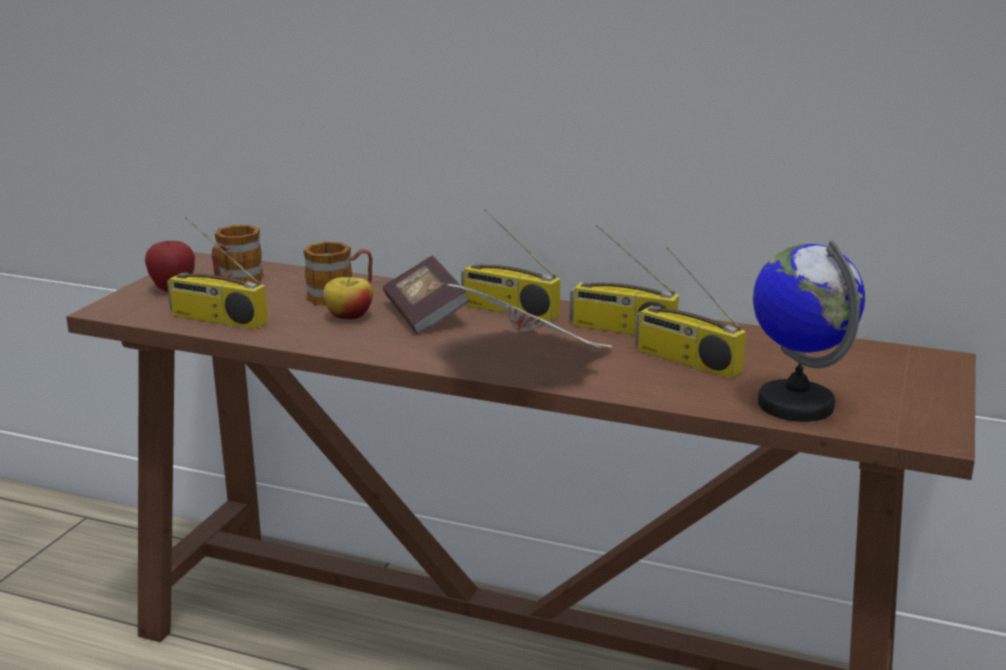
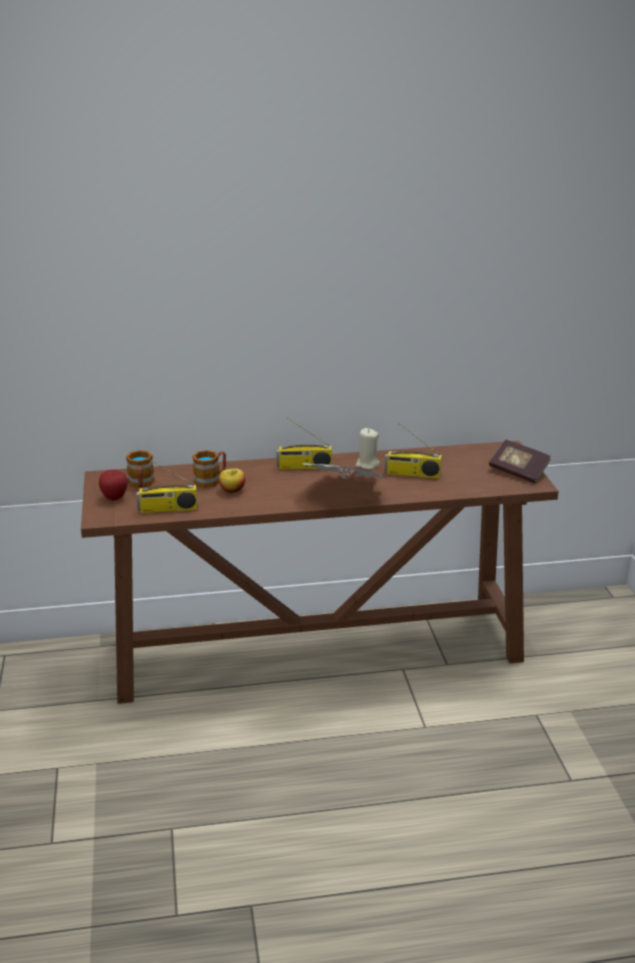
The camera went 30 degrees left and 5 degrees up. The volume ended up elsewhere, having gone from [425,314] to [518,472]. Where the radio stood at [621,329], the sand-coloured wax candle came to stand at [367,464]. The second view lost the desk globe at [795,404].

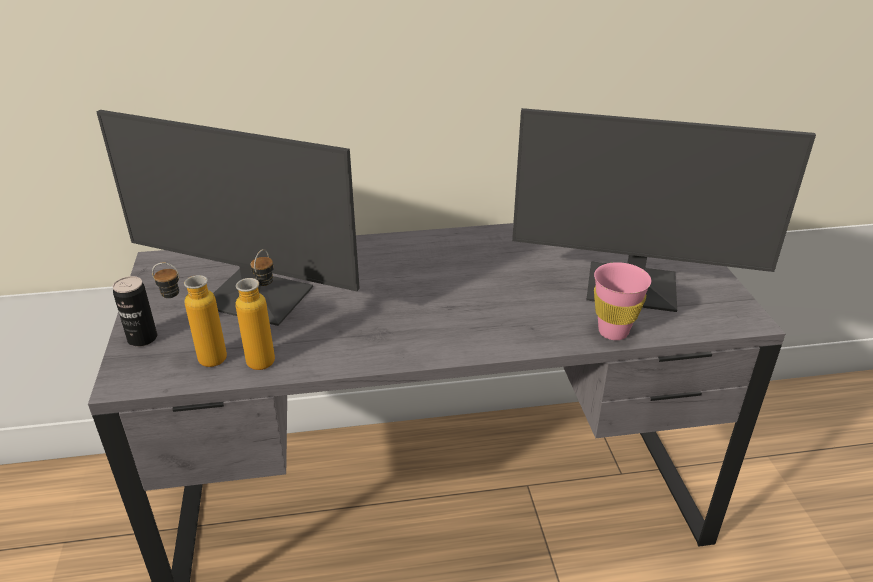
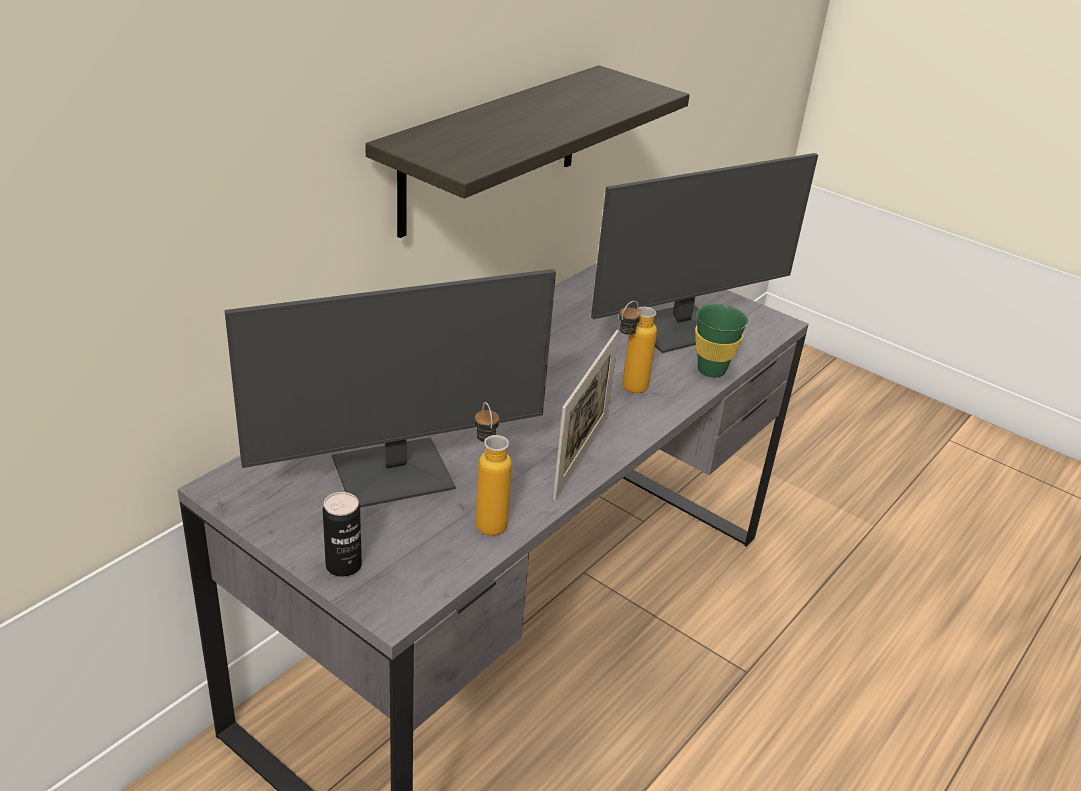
The camera went 45 degrees left and 0 degrees up. The beverage bottle ended up elsewhere, having gone from [200,359] to [627,391]. What was the pinkish drinking cup at [613,332] turned into the green-coloured drinking cup at [711,370]. The second view gained the wall shelf at [492,149]. The second view gained the photo frame at [581,456].

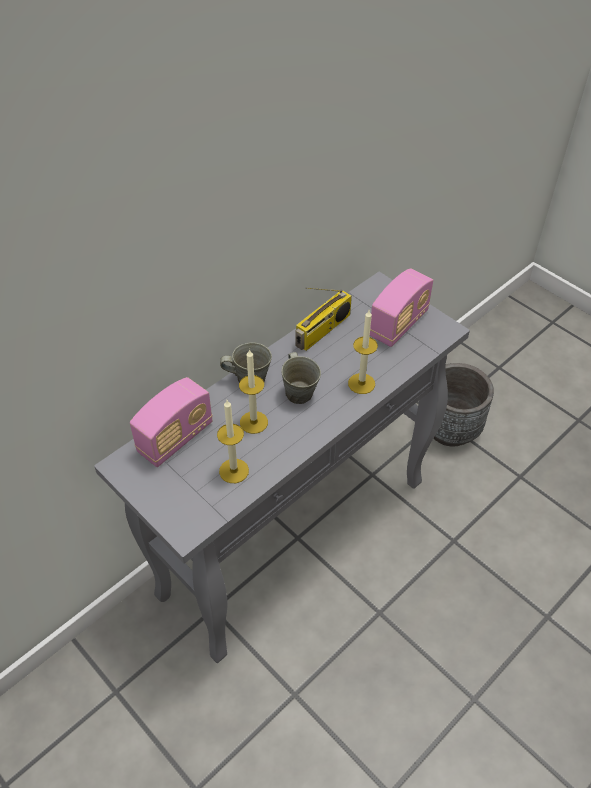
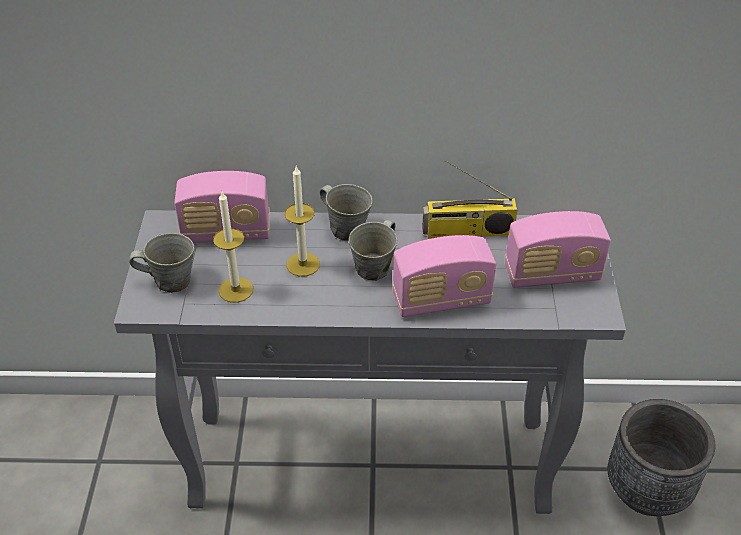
The camera went 45 degrees right and 5 degrees down. Where the wax candle stood at [361,383], the radio came to stand at [441,300]. The second view gained the greyish mug at [170,281].

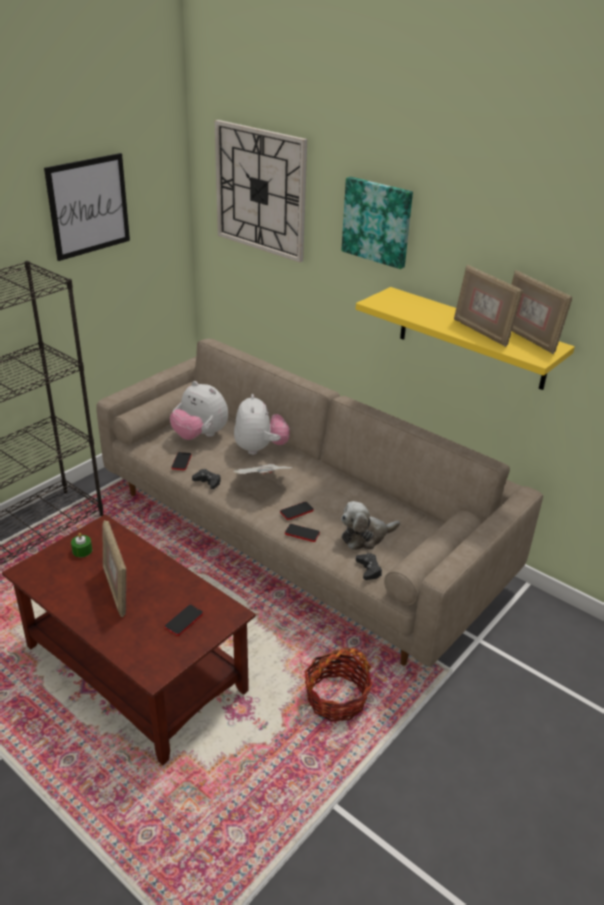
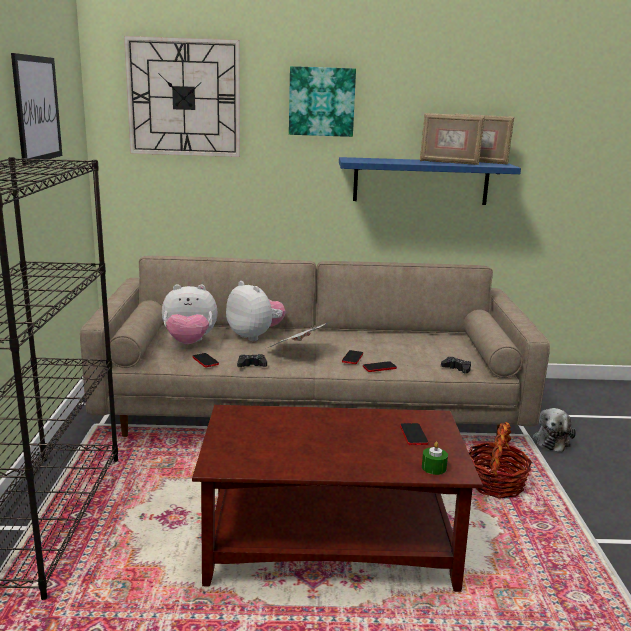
The camera went 40 degrees left and 15 degrees down. The green-coloured wax candle ended up elsewhere, having gone from [82,551] to [434,468]. The second view lost the photo frame at [117,590]. The plush toy ended up elsewhere, having gone from [365,537] to [552,440]. What was the yellow-coloured wall shelf at [472,338] turned into the blue wall shelf at [421,181].

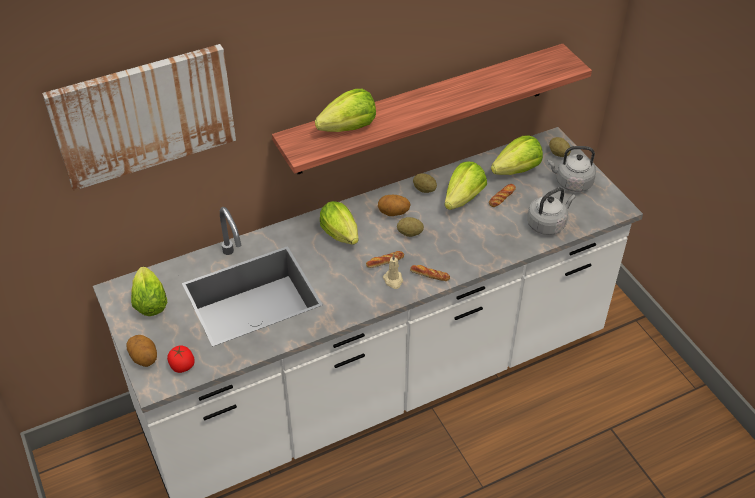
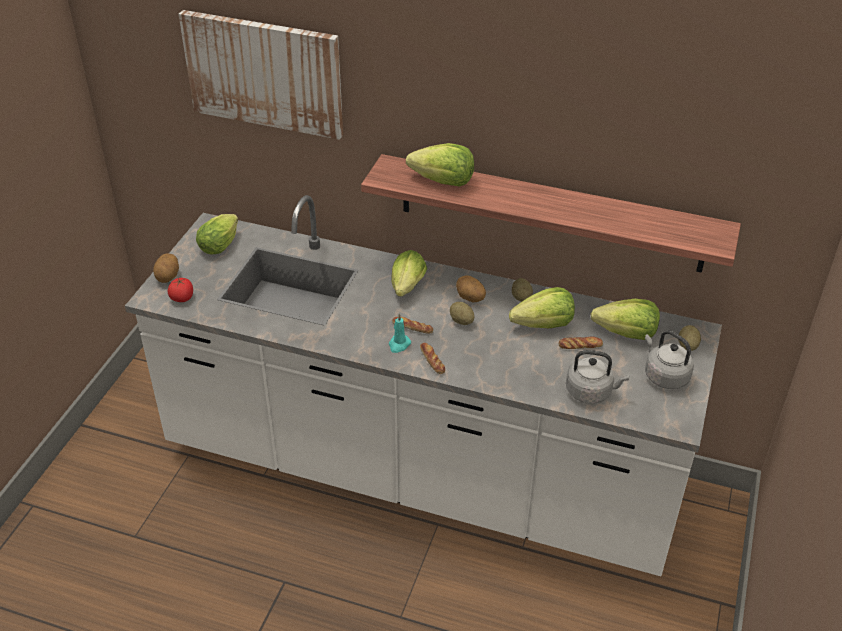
The camera went 45 degrees right and 5 degrees down. What was the sand-coloured wax candle at [393,280] turned into the blue-green wax candle at [399,345].

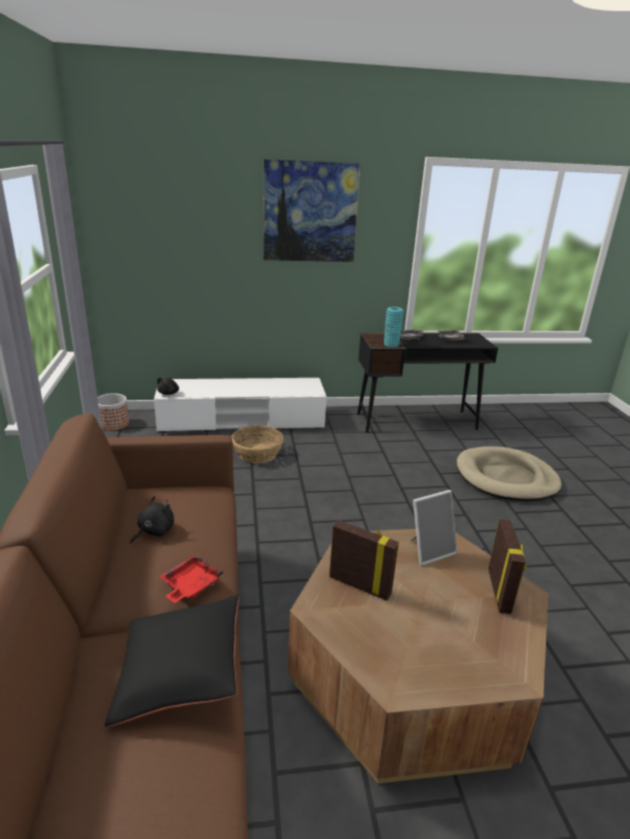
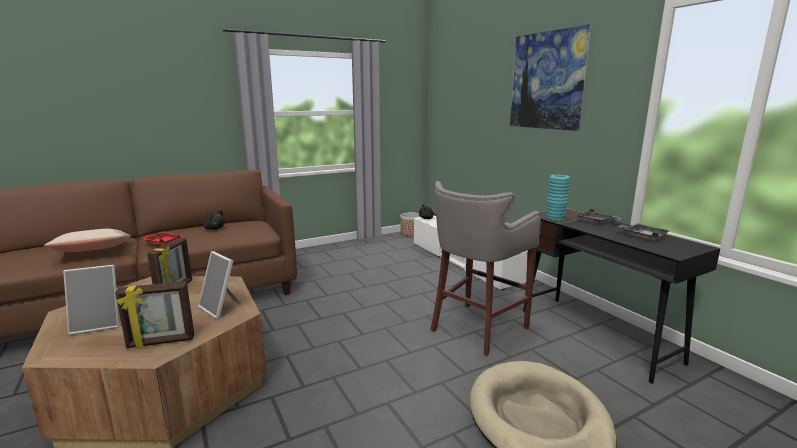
The camera went 70 degrees right and 10 degrees down. What was the blackish pillow at [179,672] turned into the sand-coloured pillow at [93,252]. The second view lost the basket at [258,453]. The second view gained the photo frame at [99,324]. The second view gained the greyish stool at [476,329].

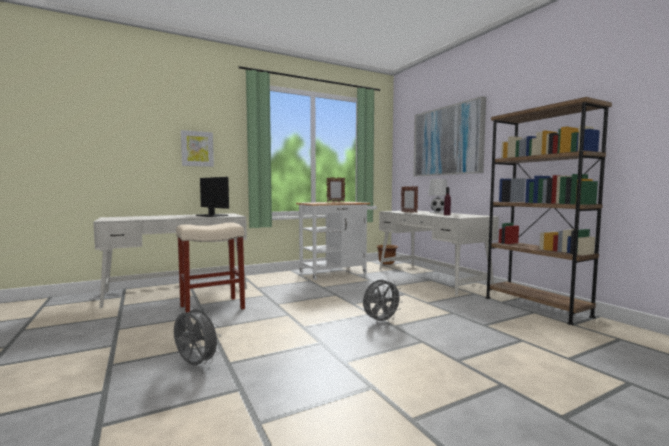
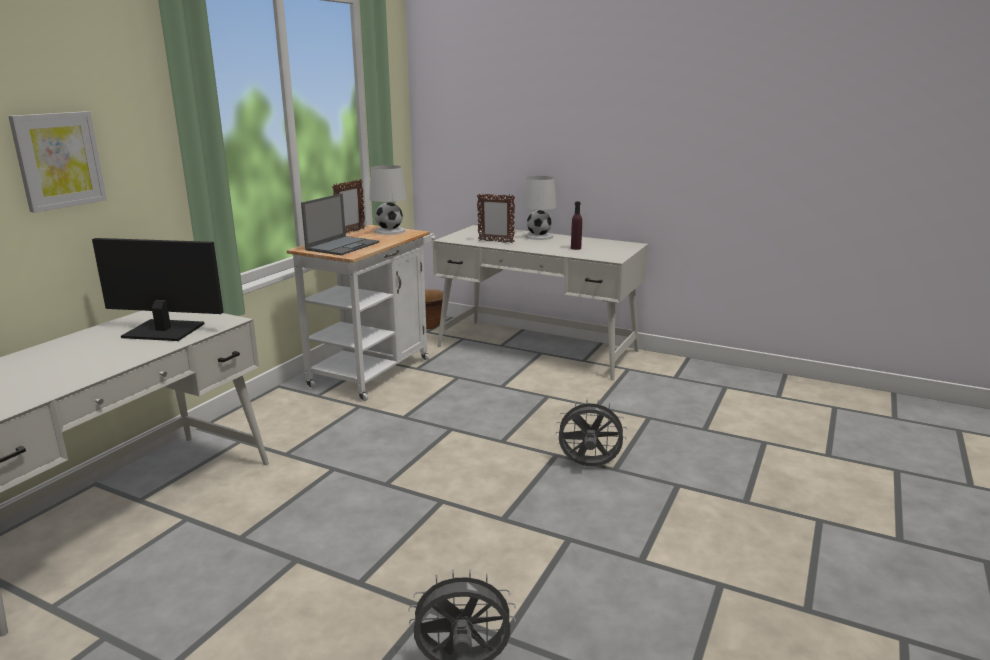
The camera went 35 degrees left and 15 degrees up. The second view lost the sand-coloured stool at [211,308]. The greyish fan at [381,321] ended up facing another way, 105 degrees counterclockwise from before. The second view lost the picture at [447,141]. The second view lost the brown bookcase at [535,307]. The second view gained the notebook computer at [343,246]. The second view gained the whitish lamp for a table at [389,231].

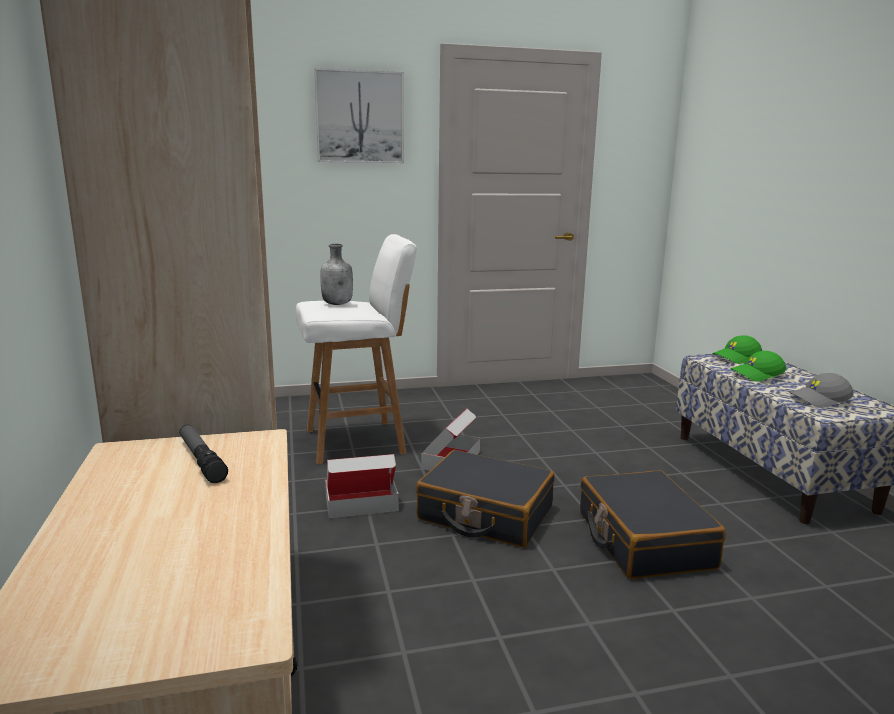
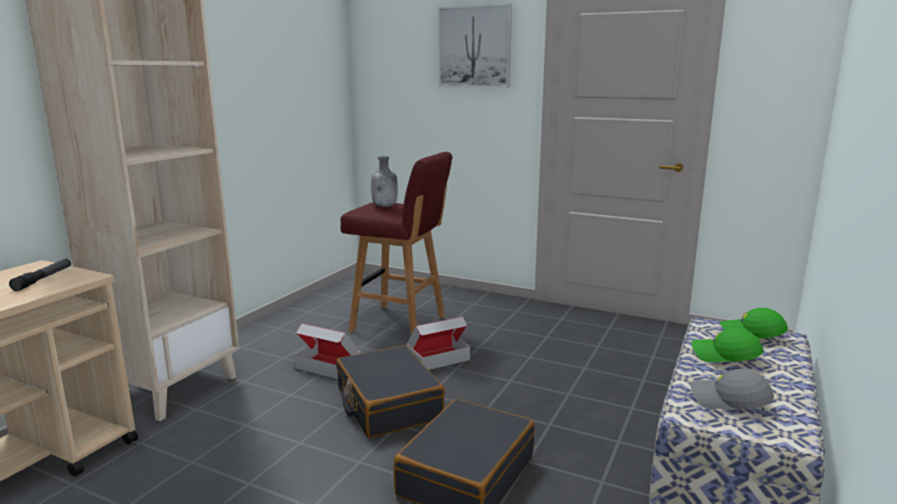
The camera went 40 degrees right and 0 degrees up. What was the whitish stool at [358,441] turned into the reddish stool at [400,324].

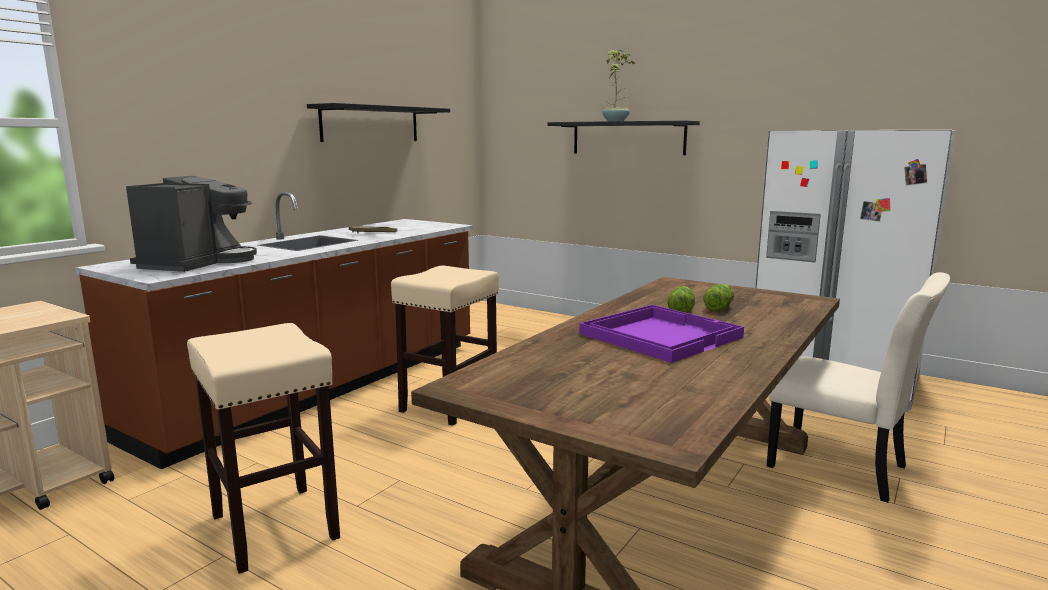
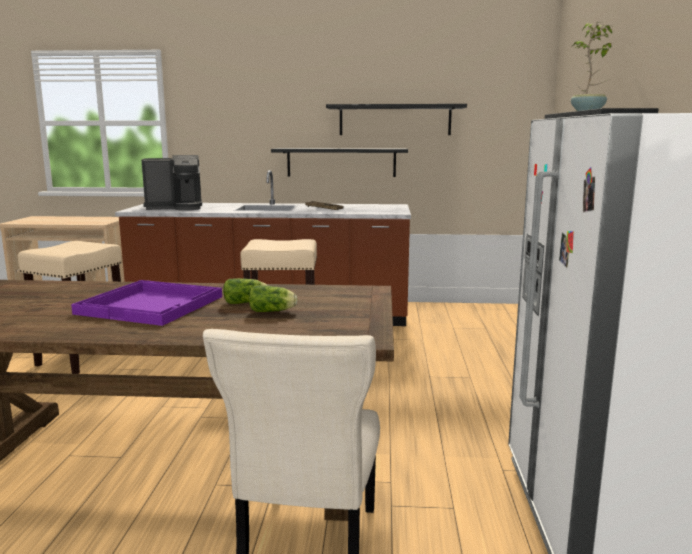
The camera went 60 degrees right and 0 degrees up. The second view gained the blackish wall shelf at [341,162].

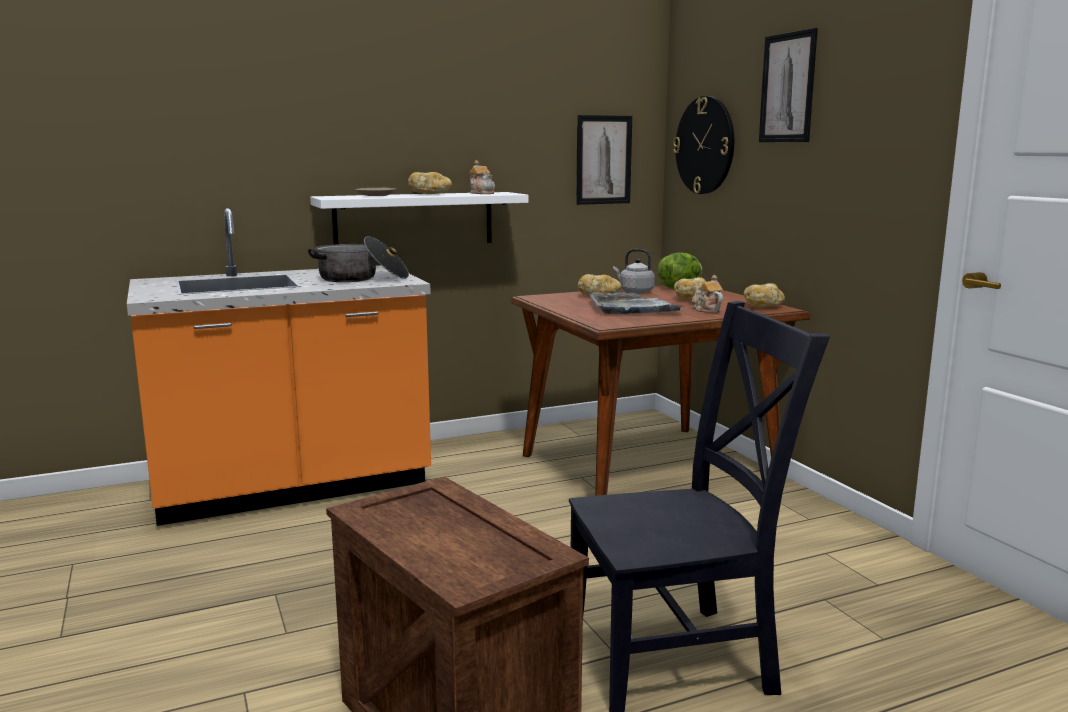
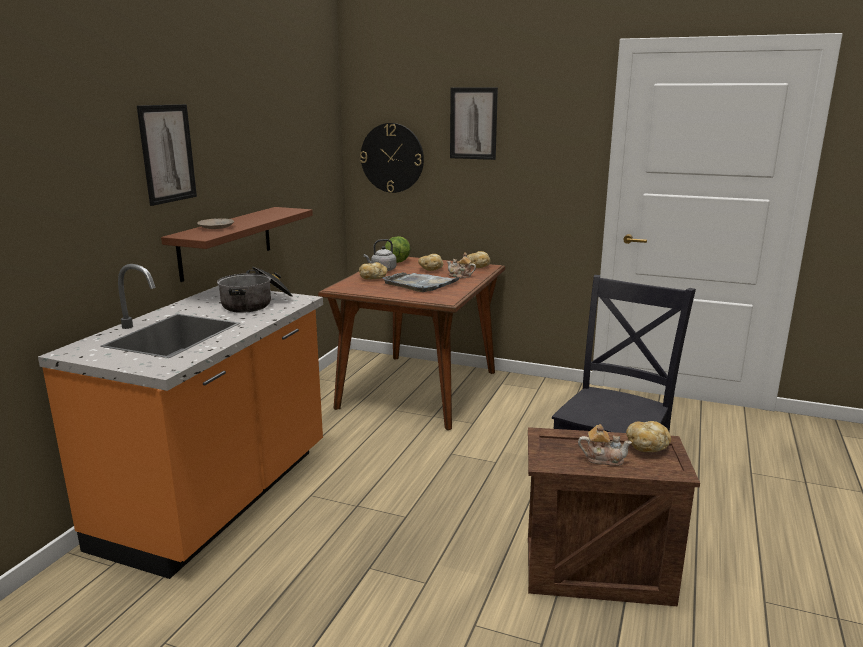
The camera went 45 degrees left and 5 degrees up. What was the whitish wall shelf at [414,220] turned into the brown wall shelf at [226,242]. The bakery bread ended up elsewhere, having gone from [430,194] to [647,446]. The tea pot ended up elsewhere, having gone from [482,193] to [603,459]. The picture ended up elsewhere, having gone from [603,160] to [167,153].

